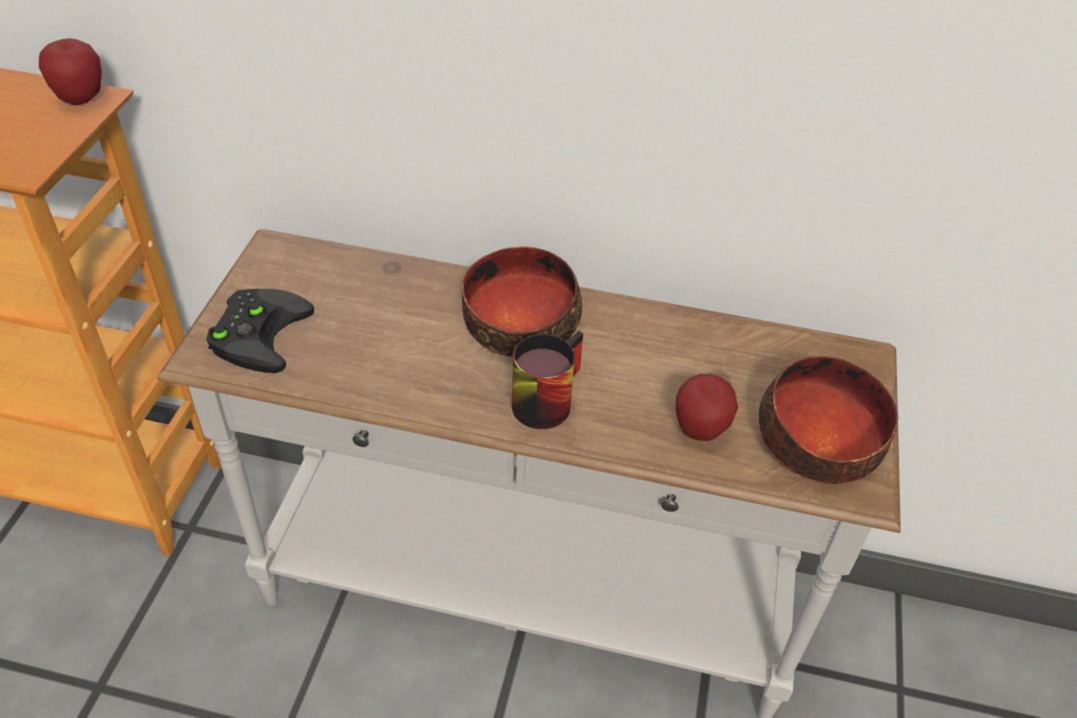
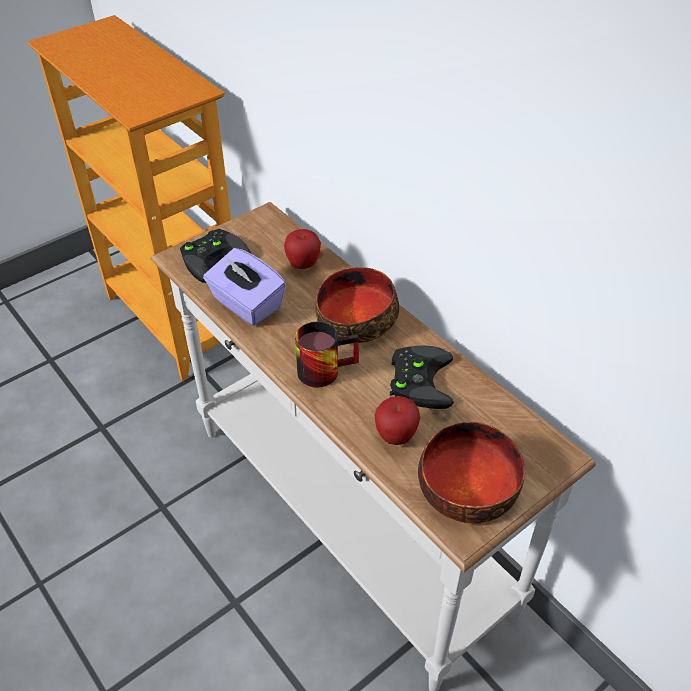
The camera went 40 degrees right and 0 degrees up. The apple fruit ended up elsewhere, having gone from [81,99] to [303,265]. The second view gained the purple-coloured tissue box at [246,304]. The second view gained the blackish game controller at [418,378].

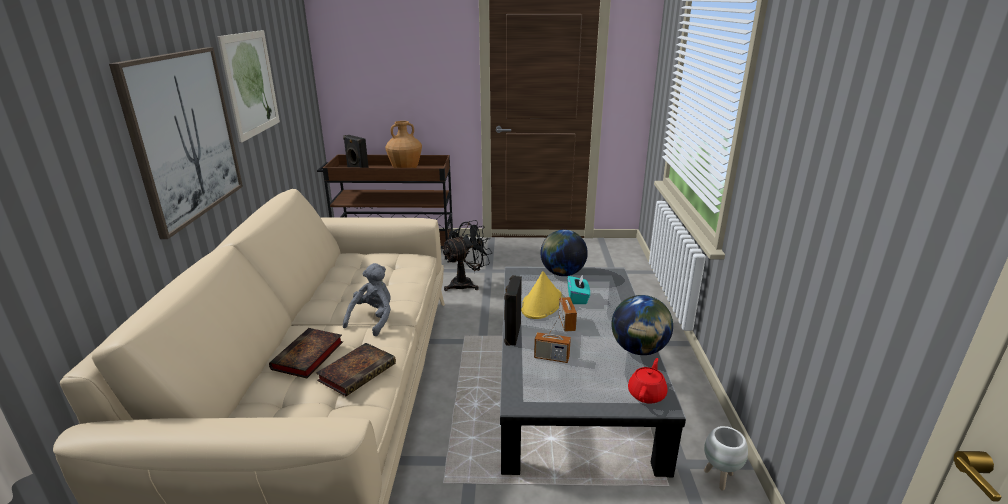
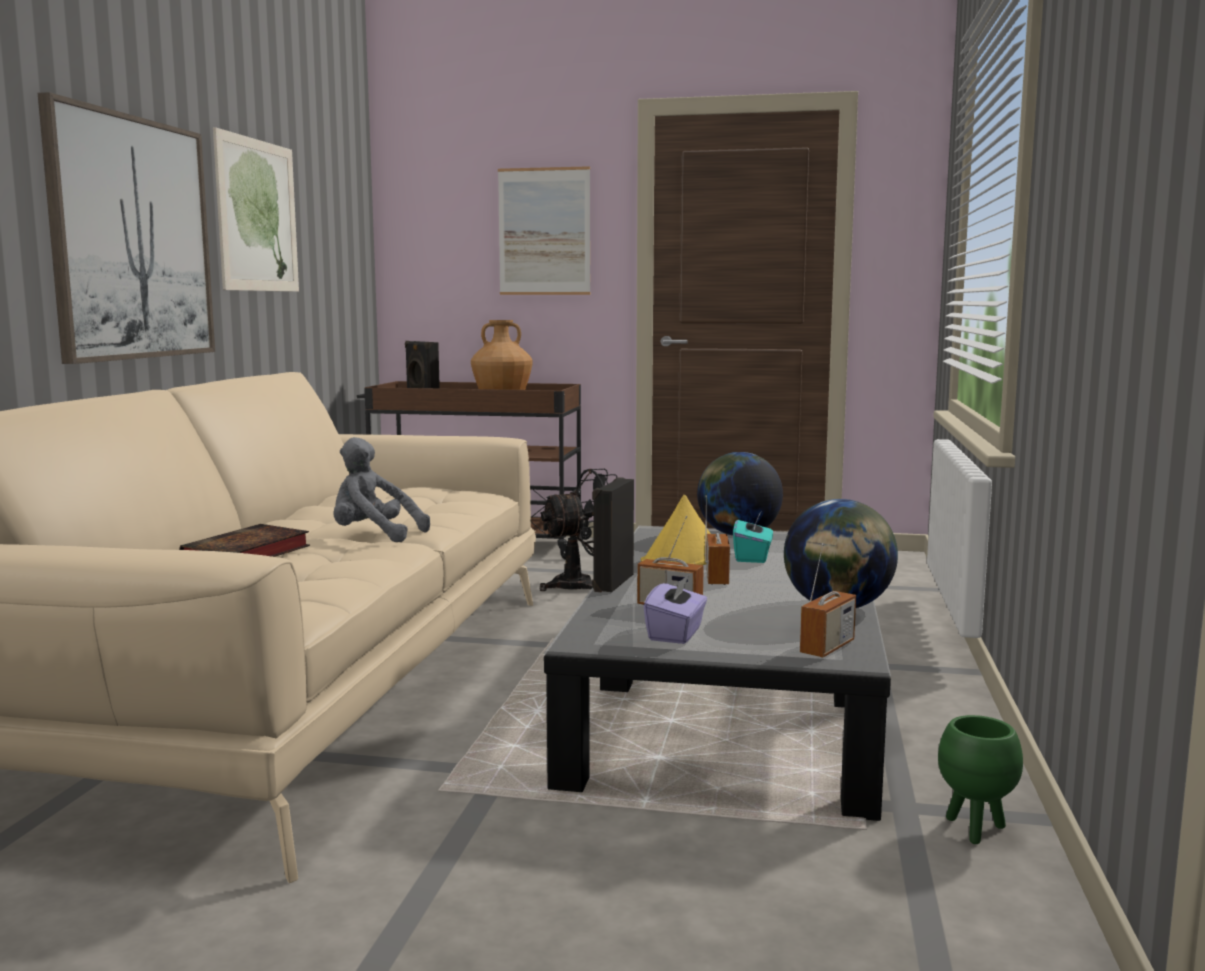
The camera went 10 degrees right and 15 degrees down. The second view lost the volume at [358,371]. The greyish plush toy at [373,319] ended up facing another way, 105 degrees counterclockwise from before. Where the reddish tea pot stood at [647,394], the radio came to stand at [827,647]. What was the whitish plant pot at [719,478] turned into the green-coloured plant pot at [975,830]. The second view gained the picture at [544,231]. The second view gained the purple-coloured tissue box at [676,634].

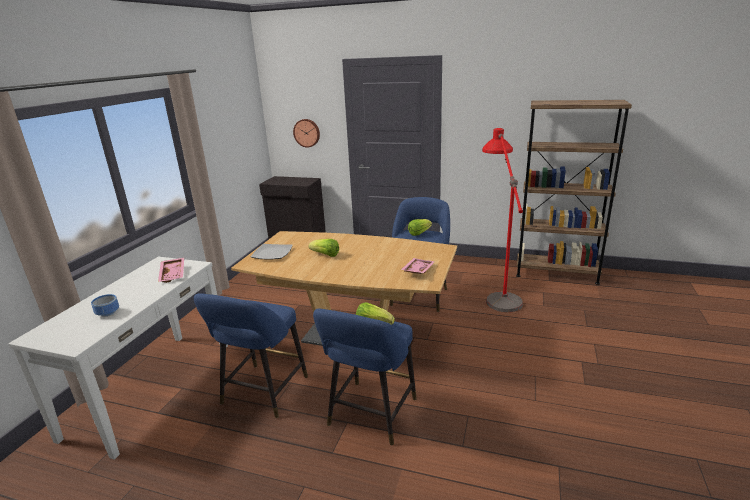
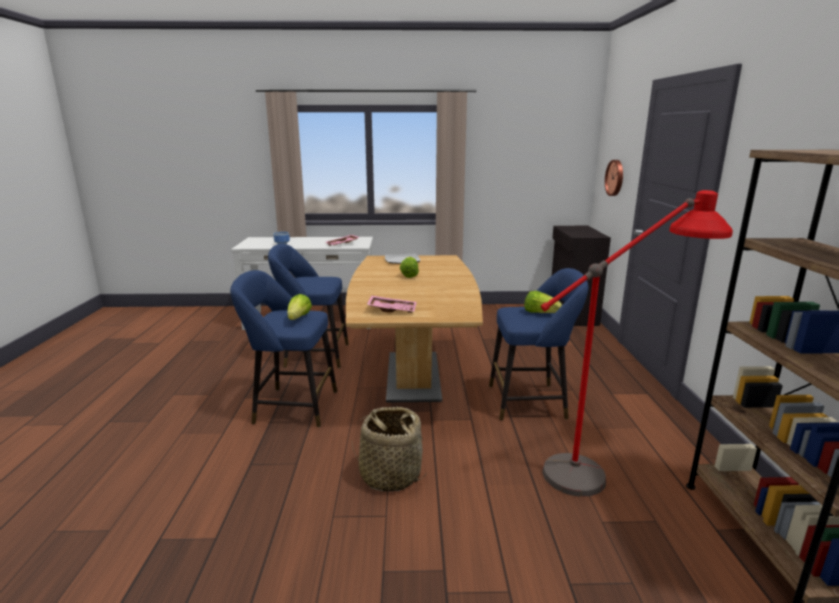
The camera went 70 degrees right and 5 degrees down. The second view gained the basket at [390,475].

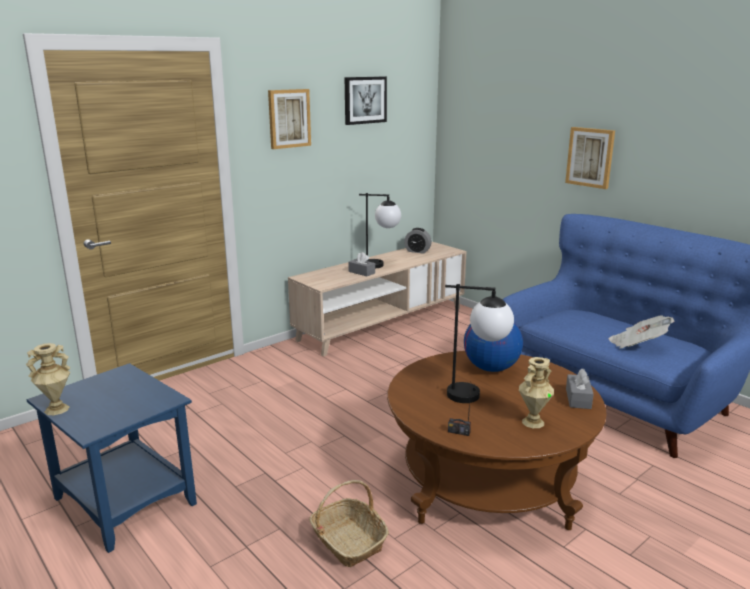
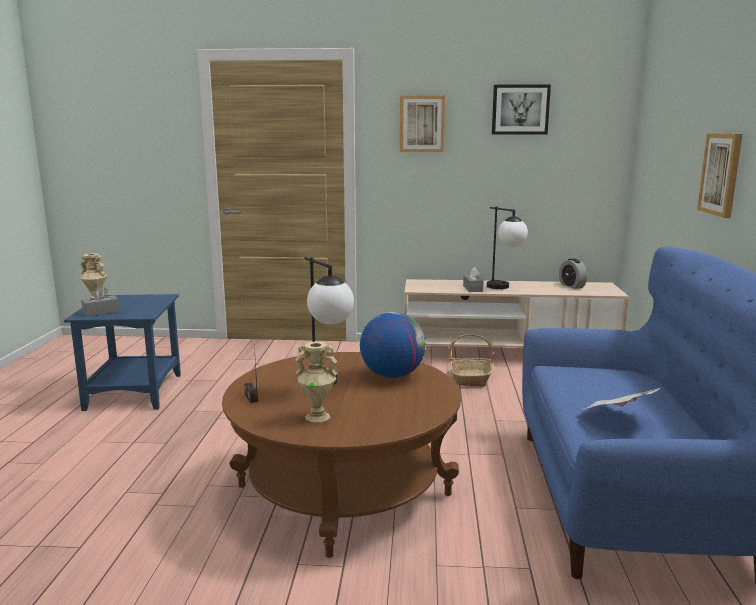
The camera went 45 degrees right and 5 degrees down. The basket ended up elsewhere, having gone from [347,541] to [471,378]. The greyish tissue box ended up elsewhere, having gone from [578,398] to [101,312].

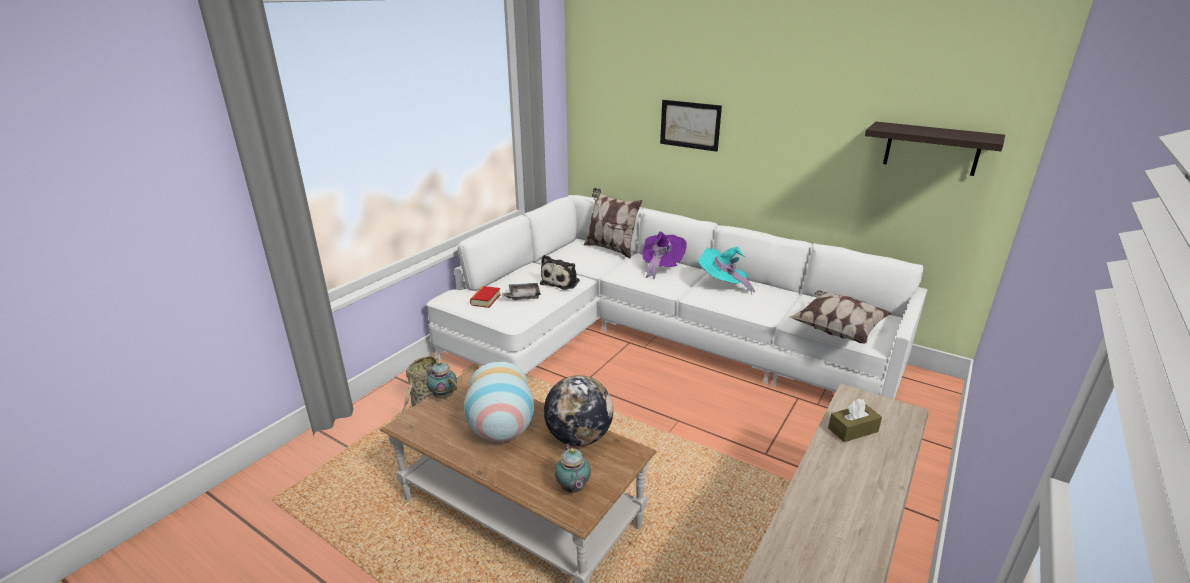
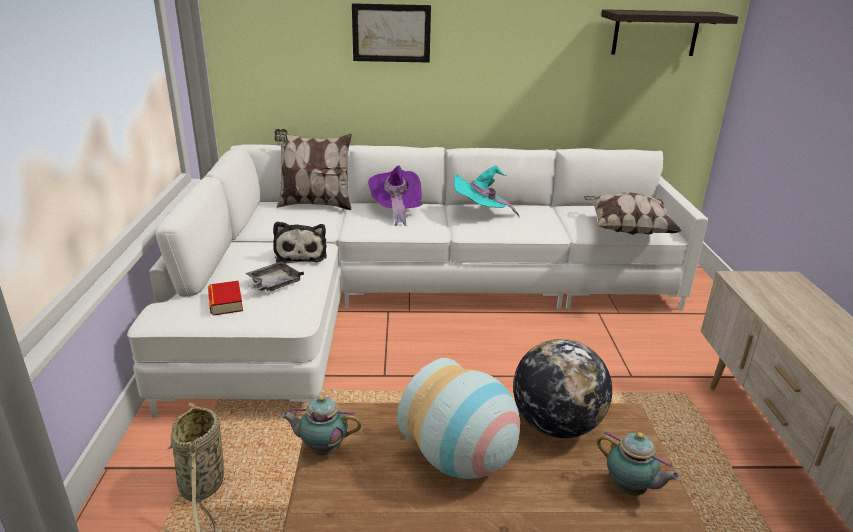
The camera went 35 degrees left and 0 degrees up. The second view lost the brown tissue box at [852,430].

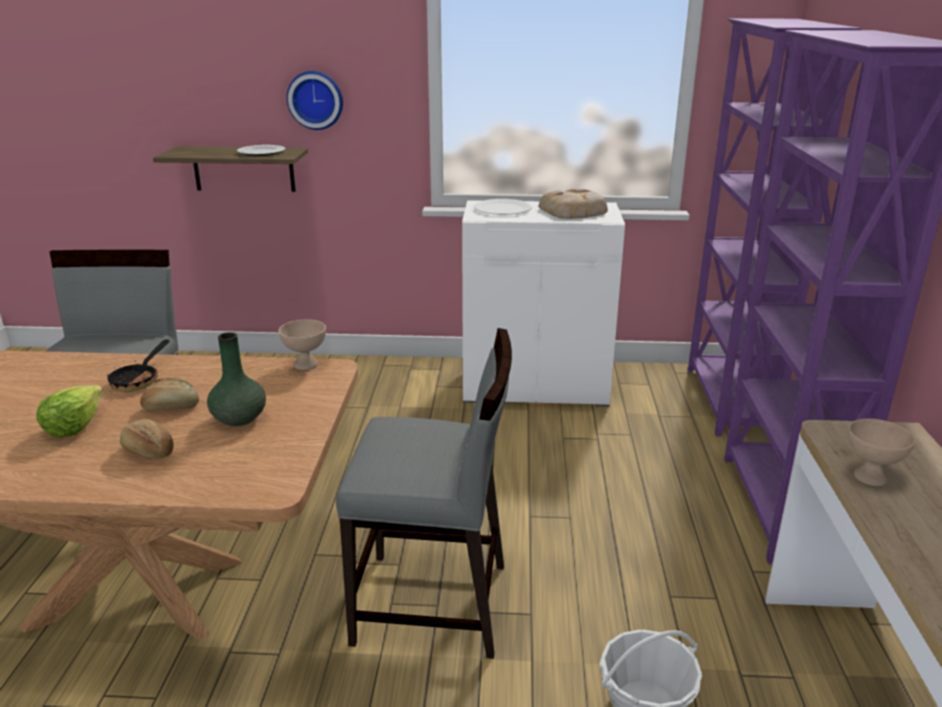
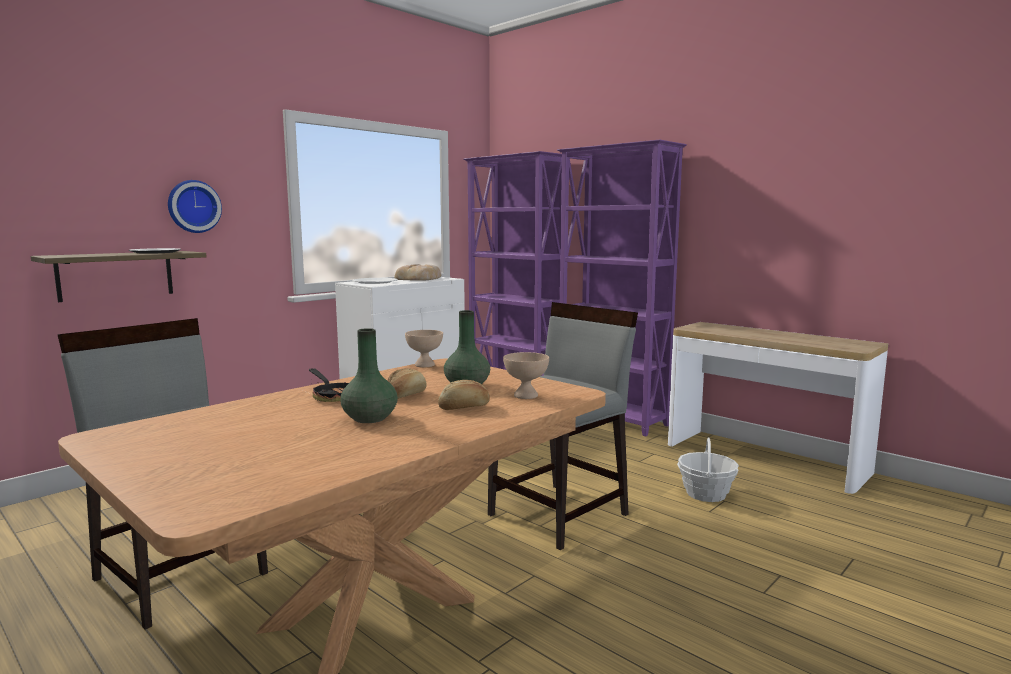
The camera went 50 degrees left and 15 degrees down. Where the head of lettuce stood at [74,426], the green-coloured vase came to stand at [369,419]. The sand-coloured deep dish ended up elsewhere, having gone from [869,477] to [525,396].

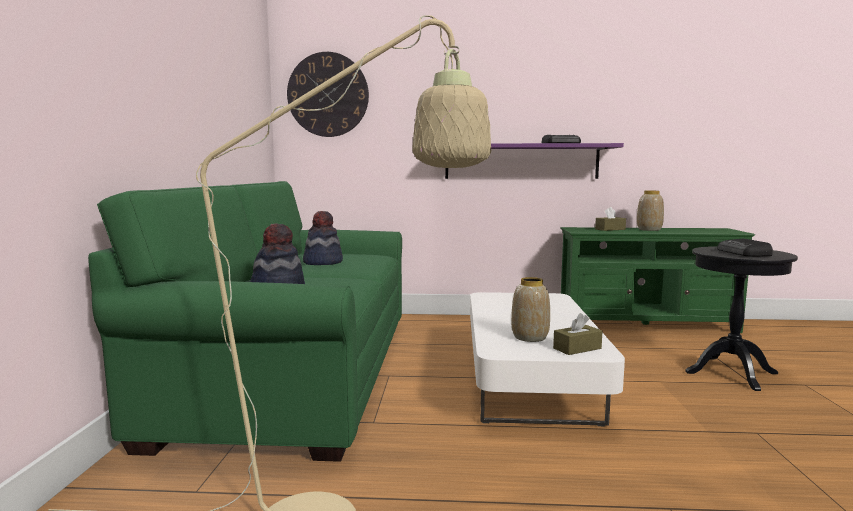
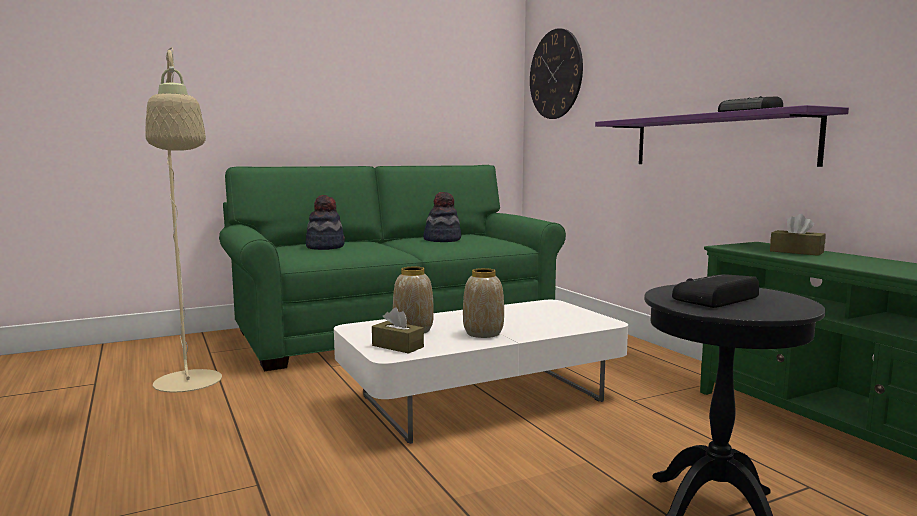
The camera went 60 degrees right and 0 degrees up. The vase ended up elsewhere, having gone from [648,229] to [483,333].

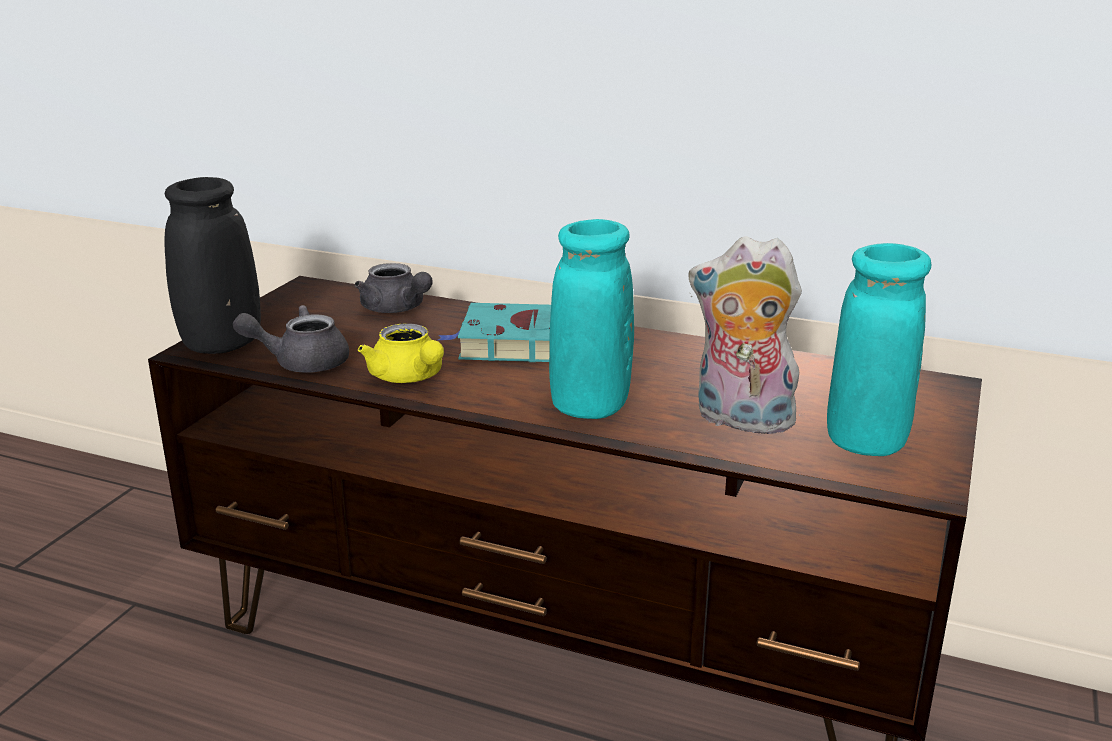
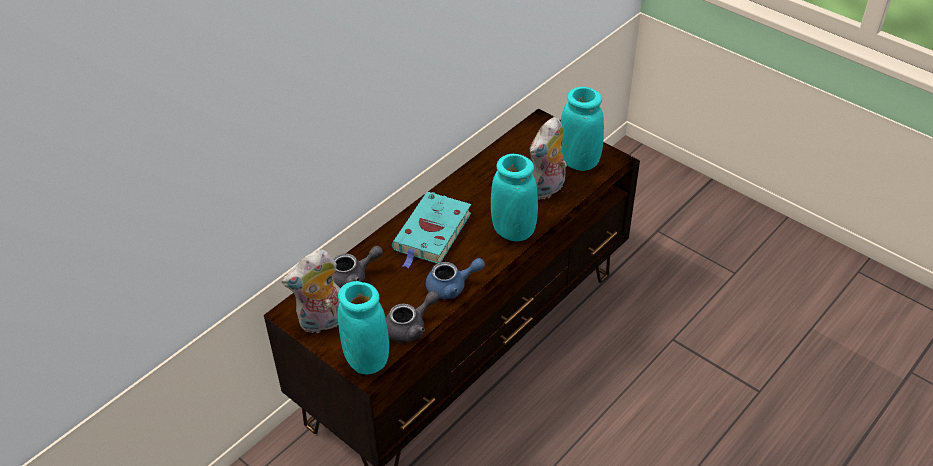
The camera went 70 degrees left and 20 degrees up. What was the blackish vase at [222,345] turned into the blue-green vase at [367,359]. The greyish tea pot at [301,362] ended up facing another way, 135 degrees counterclockwise from before. What was the yellow-coloured tea pot at [409,378] turned into the blue tea pot at [452,287]. The second view gained the plush toy at [323,322].

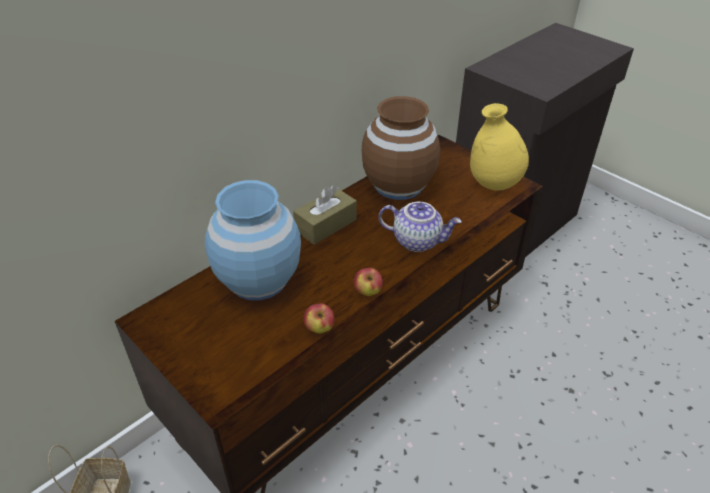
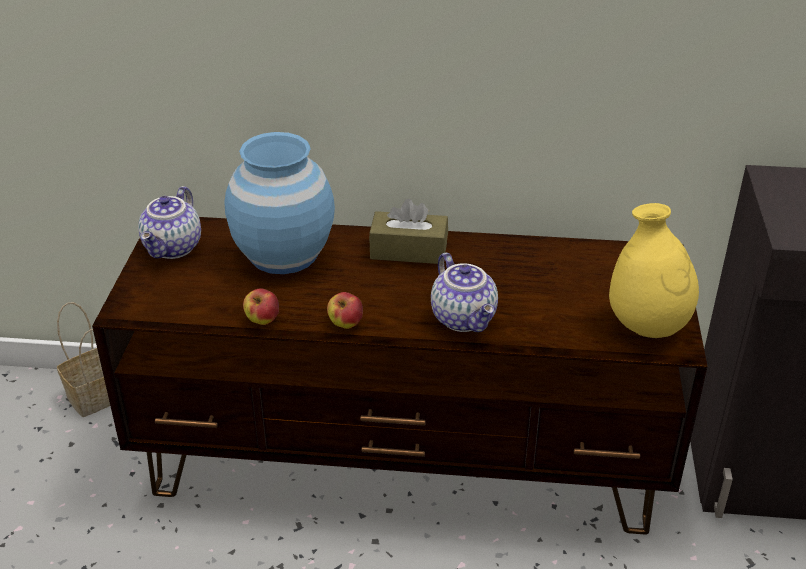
The camera went 50 degrees right and 5 degrees down. The second view lost the brown vase at [398,185]. The second view gained the tea pot at [174,248].

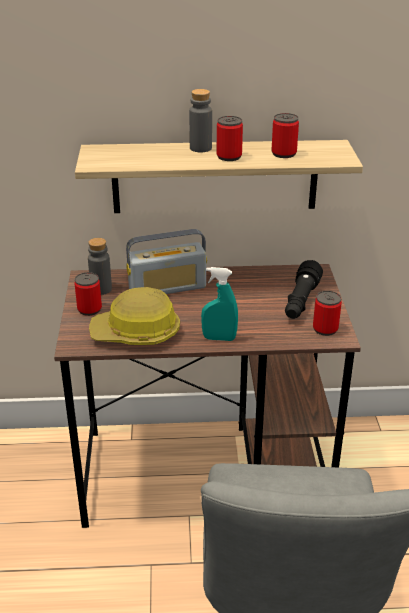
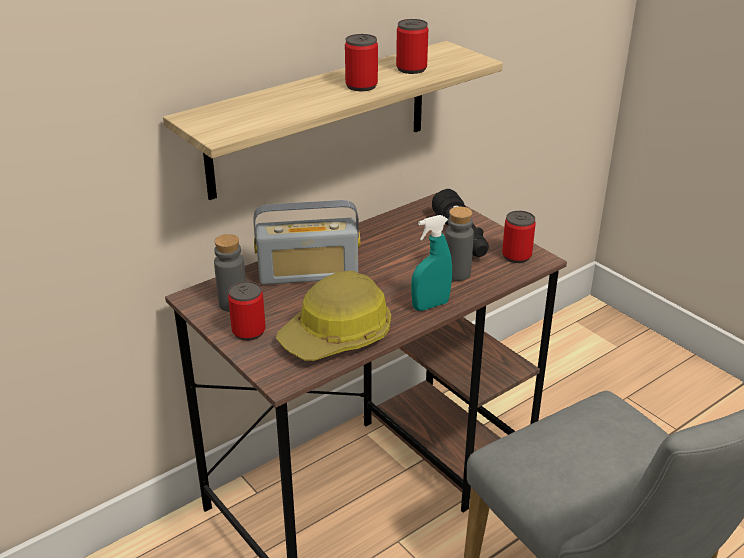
The camera went 35 degrees left and 0 degrees up. The radio at [167,288] ended up facing another way, 45 degrees clockwise from before. The greyish beverage bottle ended up elsewhere, having gone from [200,148] to [457,273].

